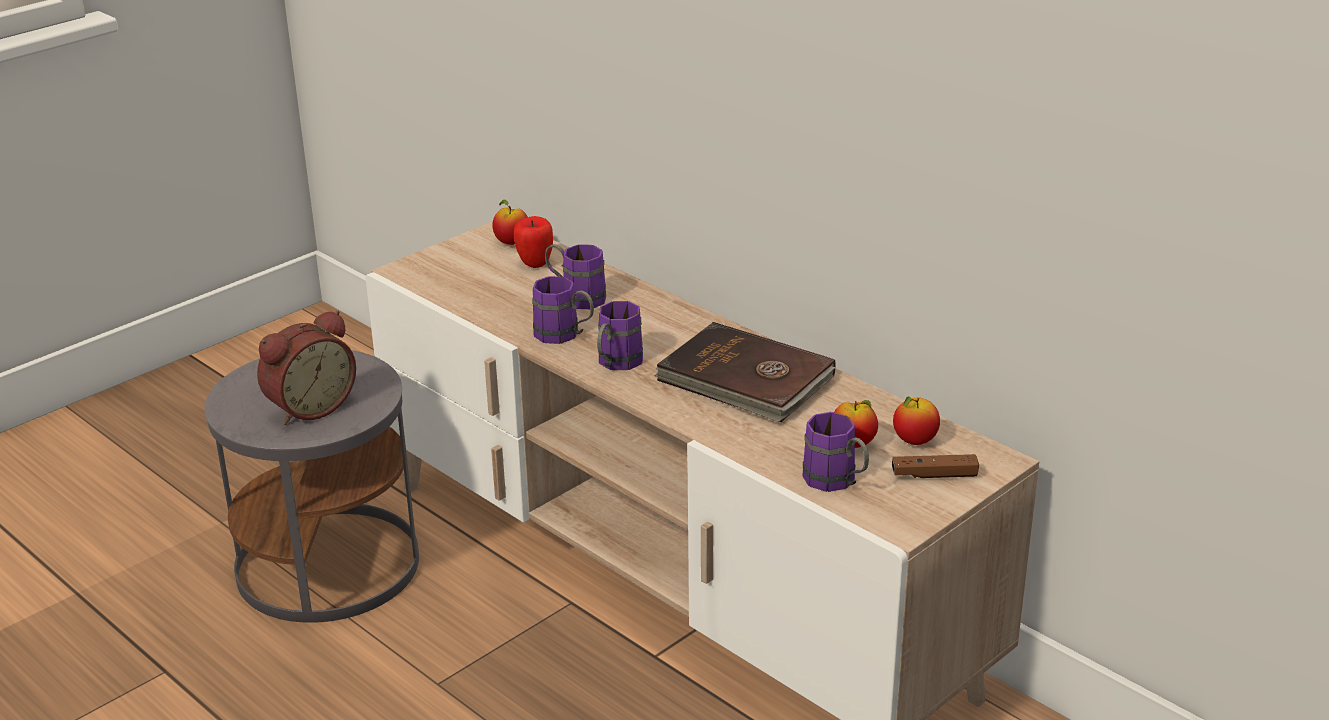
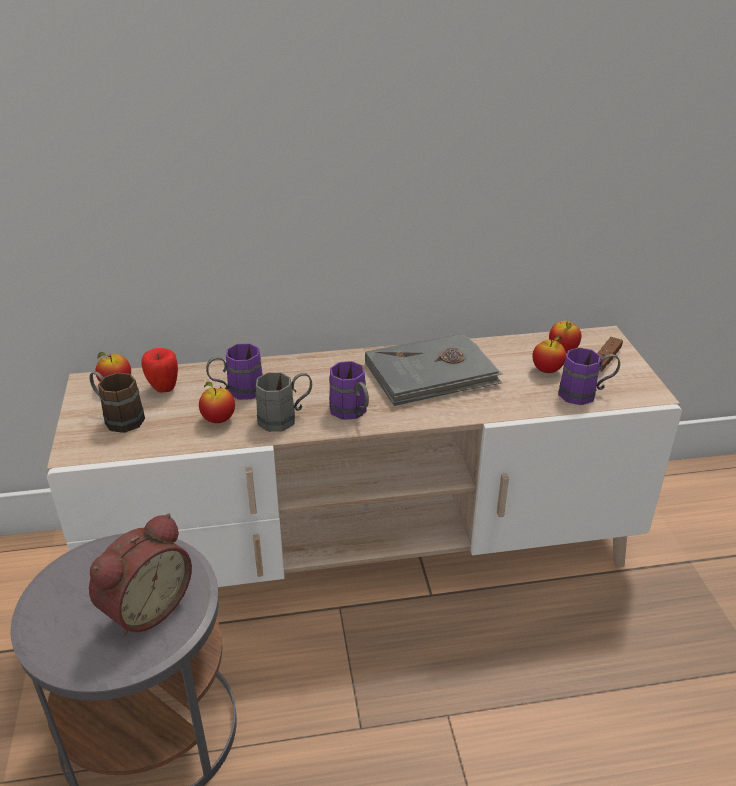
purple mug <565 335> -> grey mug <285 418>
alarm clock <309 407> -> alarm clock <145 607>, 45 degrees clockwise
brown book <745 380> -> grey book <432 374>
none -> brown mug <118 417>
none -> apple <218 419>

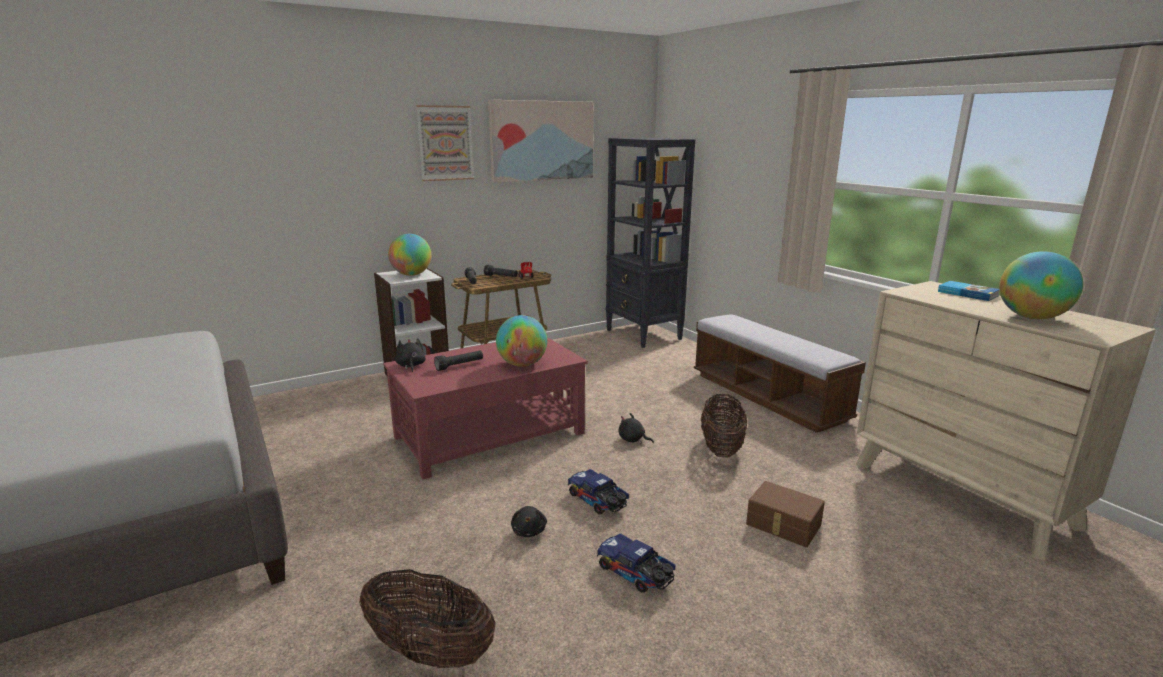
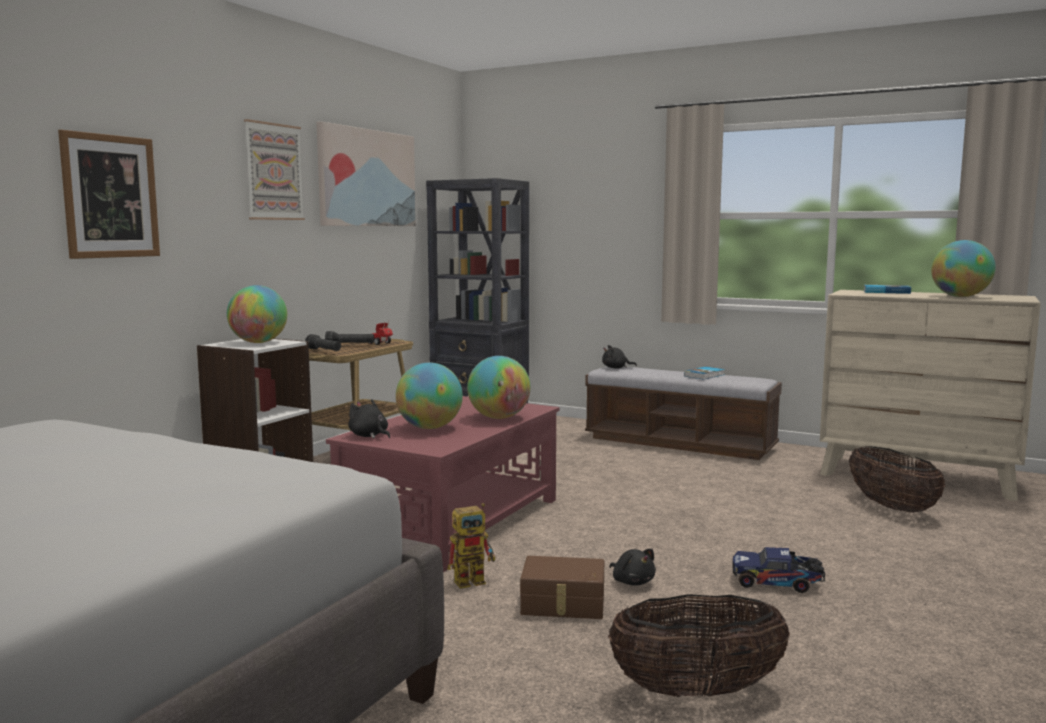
black flashlight <459 365> -> globe <430 428>
basket <721 448> -> basket <891 507>, moved
black plush toy <633 440> -> black plush toy <616 368>, moved
toy truck <598 501> -> none
brown storage box <783 525> -> brown storage box <563 604>, moved
none -> picture <110 196>
none -> book <705 375>
none -> toy robot <475 580>

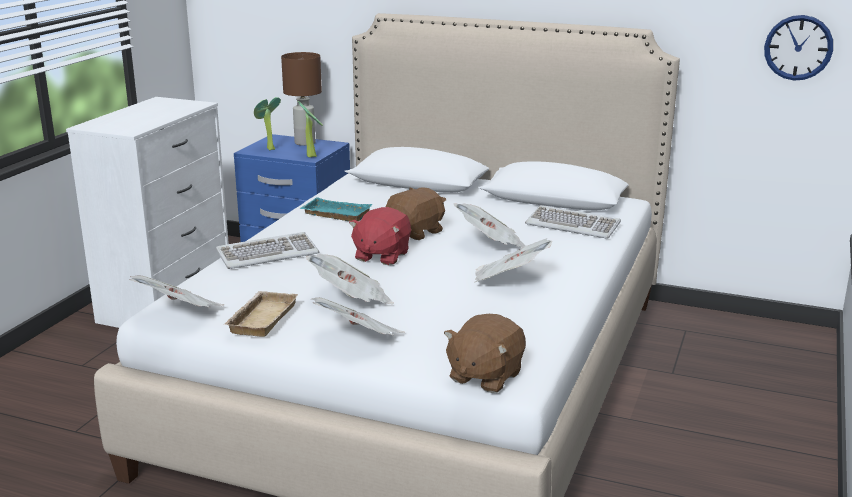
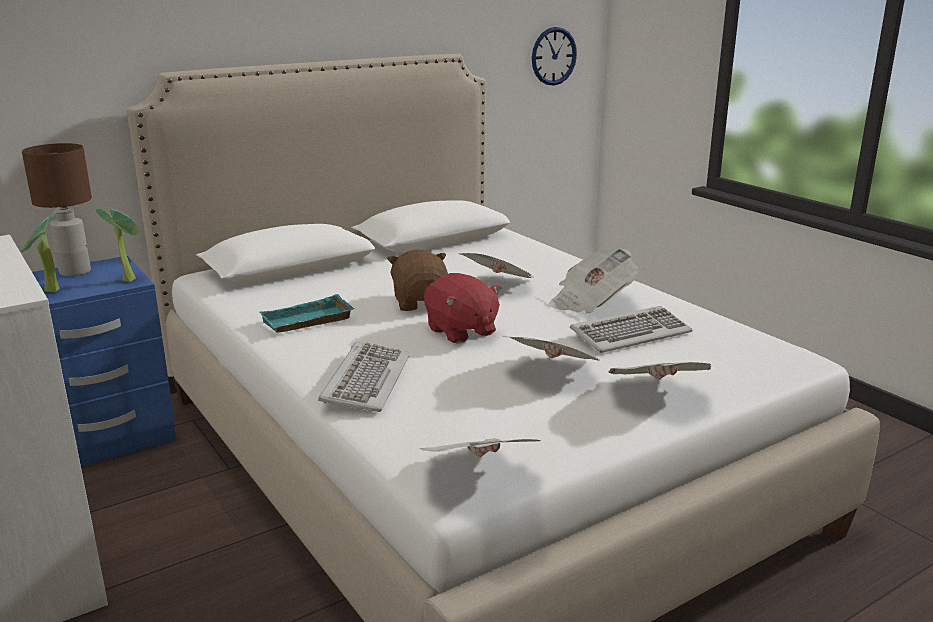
keyboard <573 225> -> keyboard <630 333>, moved
beige tray <261 318> -> none
brown plush toy <484 376> -> none

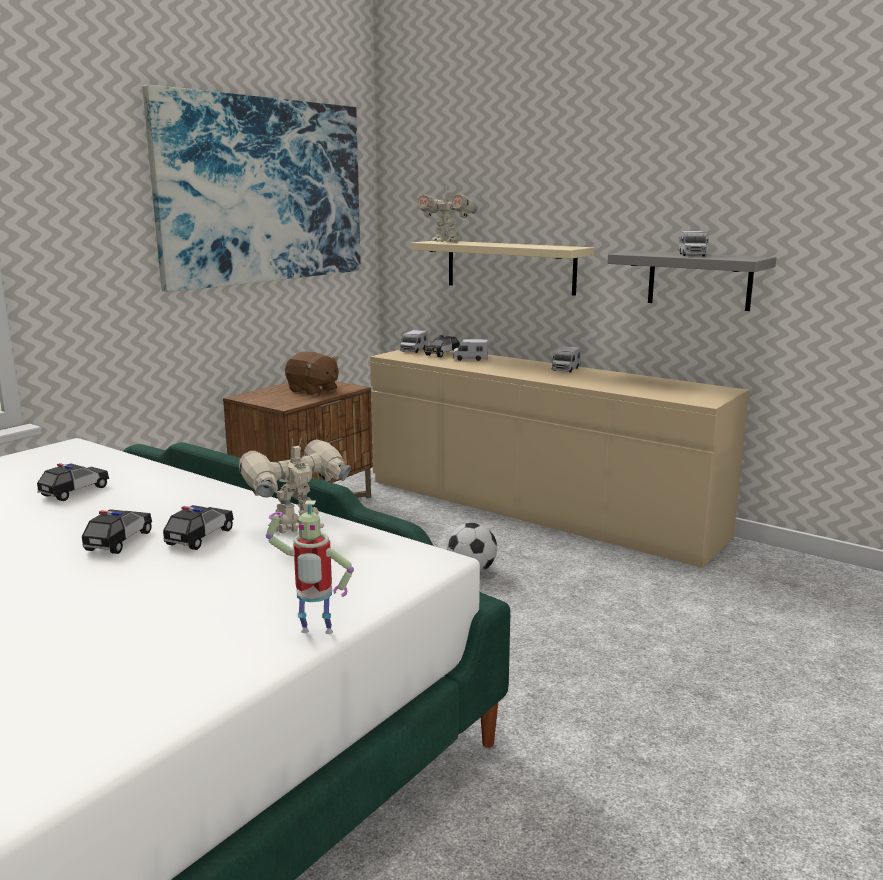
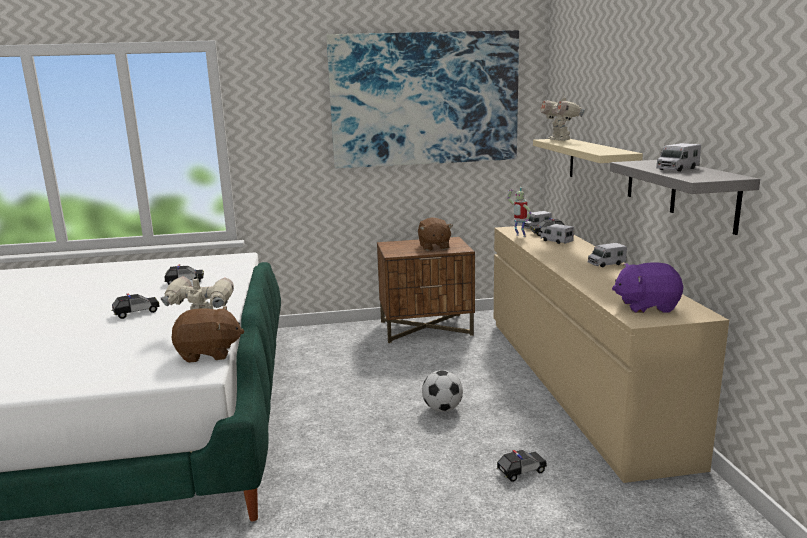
toy robot <315 634> -> toy robot <519 236>, moved
toy car <199 537> -> toy car <521 471>, moved
none -> purple plush toy <646 306>
none -> brown plush toy <208 354>

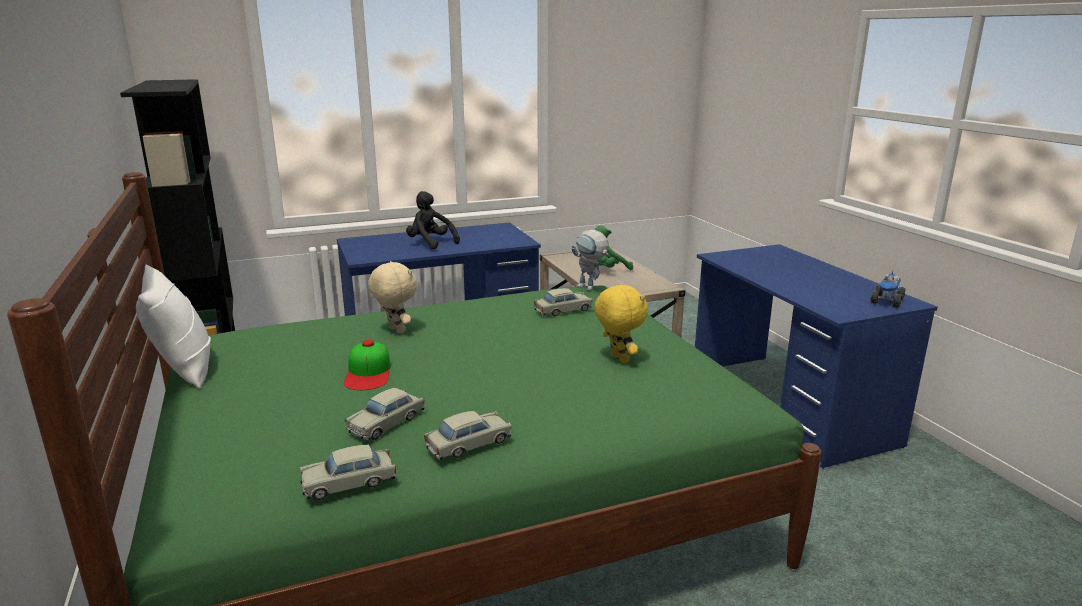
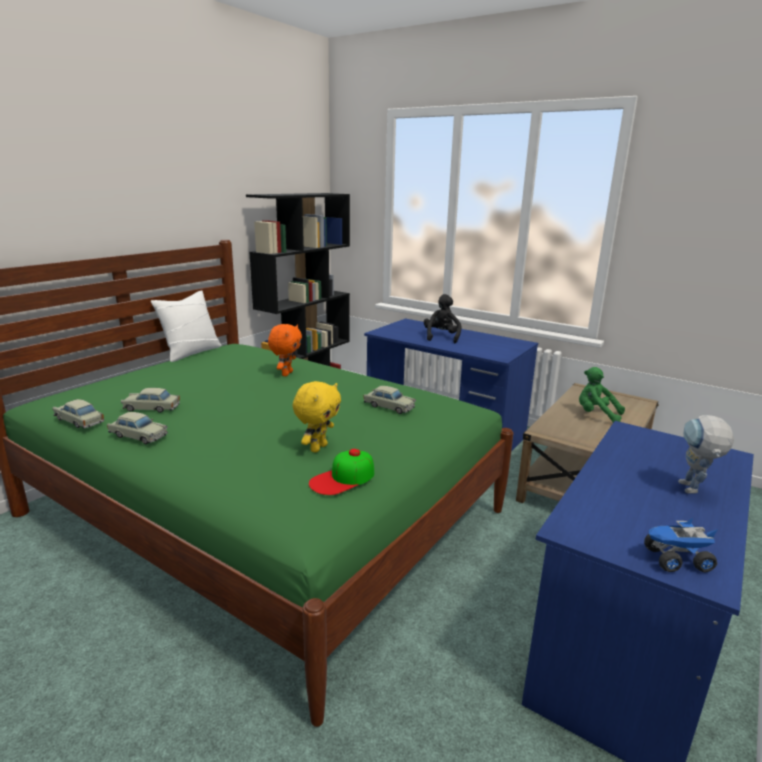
toy robot <590 288> -> toy robot <693 491>, moved
beige plush toy <395 330> -> orange plush toy <286 374>
cap <368 373> -> cap <342 478>, moved

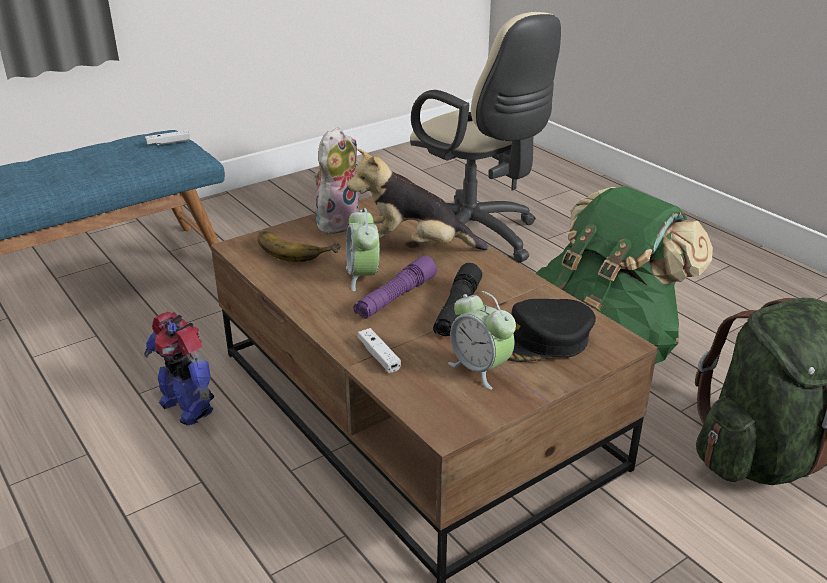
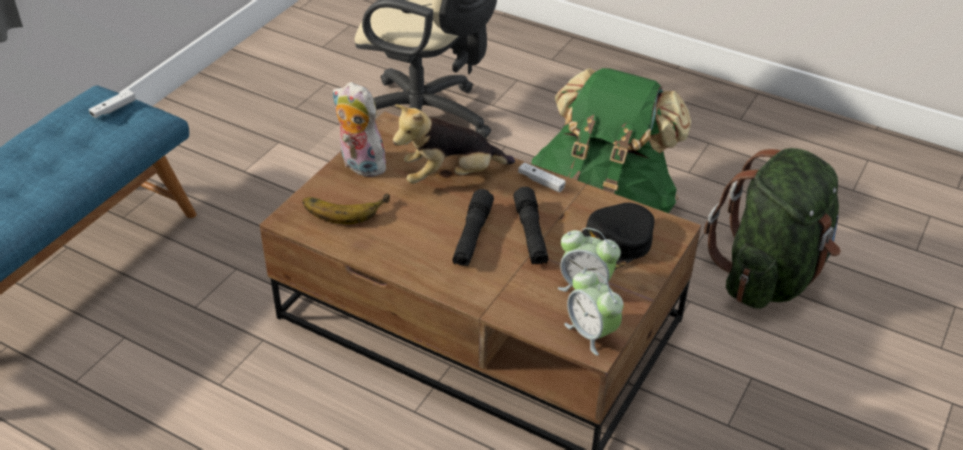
plush toy <337 222> -> plush toy <359 165>, 60 degrees counterclockwise
alarm clock <363 277> -> alarm clock <591 333>, moved
purple flashlight <395 298> -> black flashlight <472 236>
toy robot <187 406> -> none
white game controller <379 356> -> white game controller <541 182>, moved

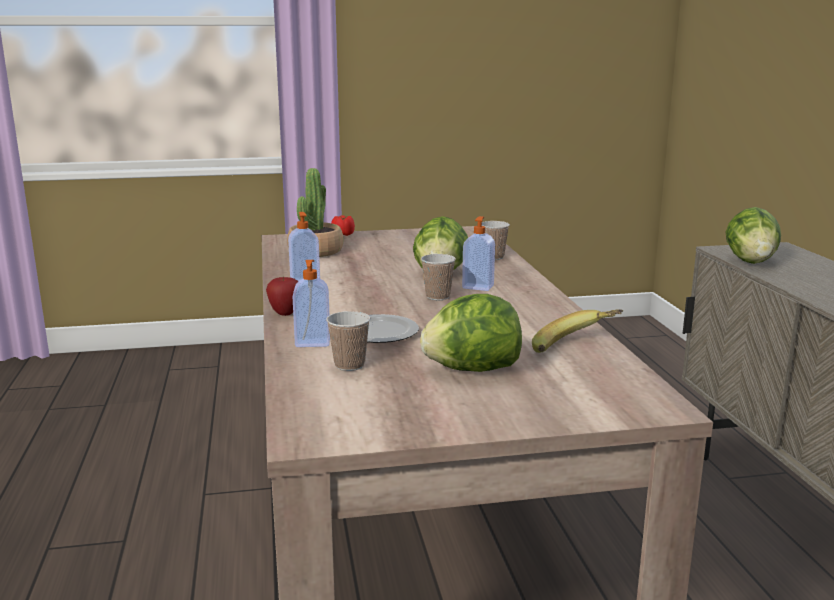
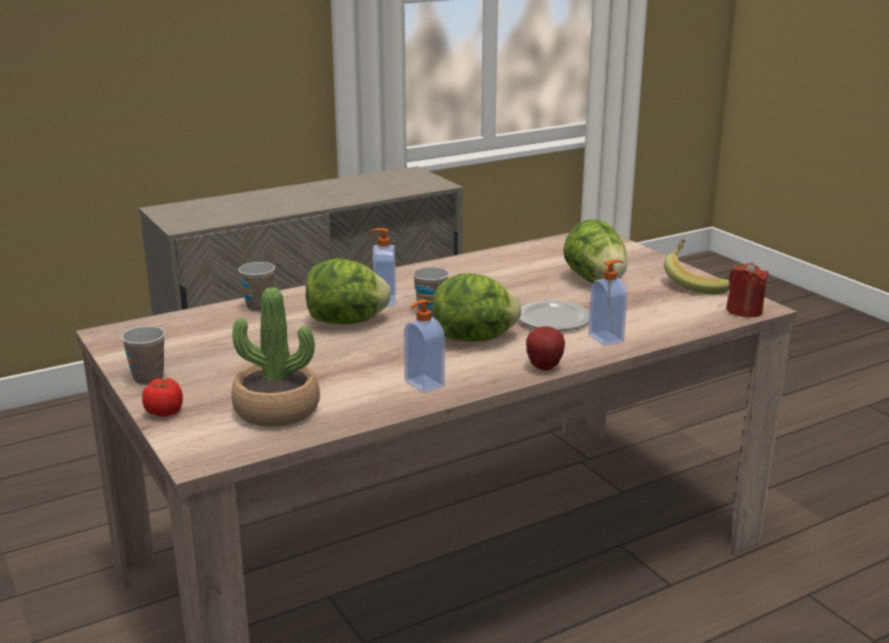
lettuce <751 261> -> lettuce <475 339>, moved
banana <575 349> -> banana <696 283>, moved
cup <349 365> -> cup <148 378>, moved
none -> red candle <744 311>

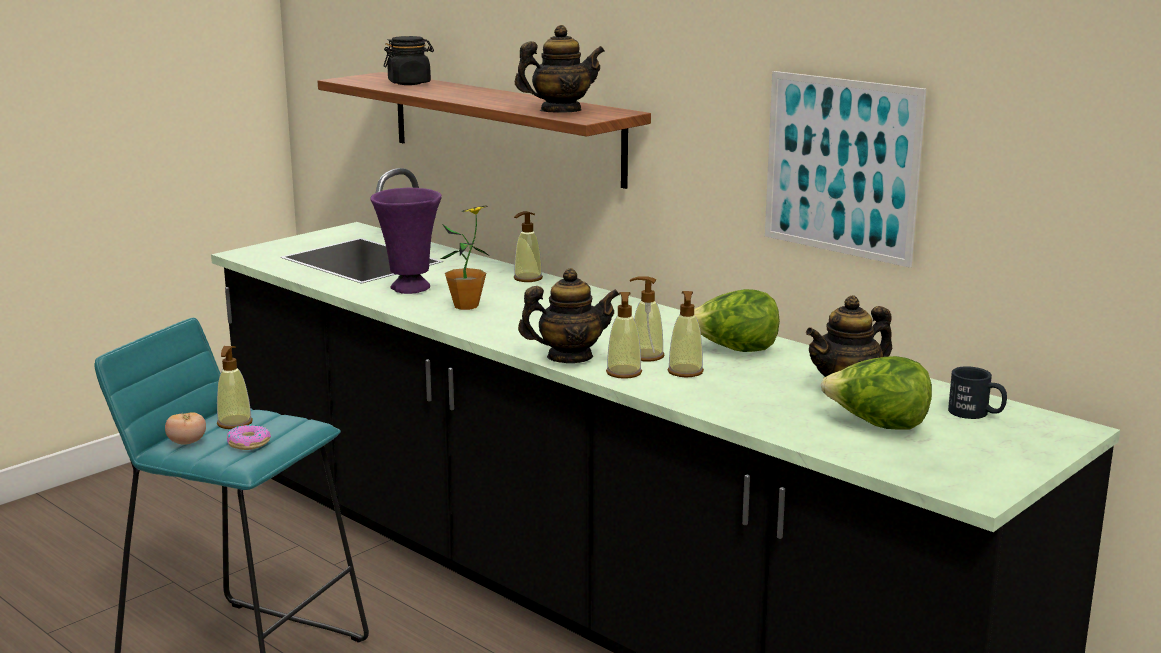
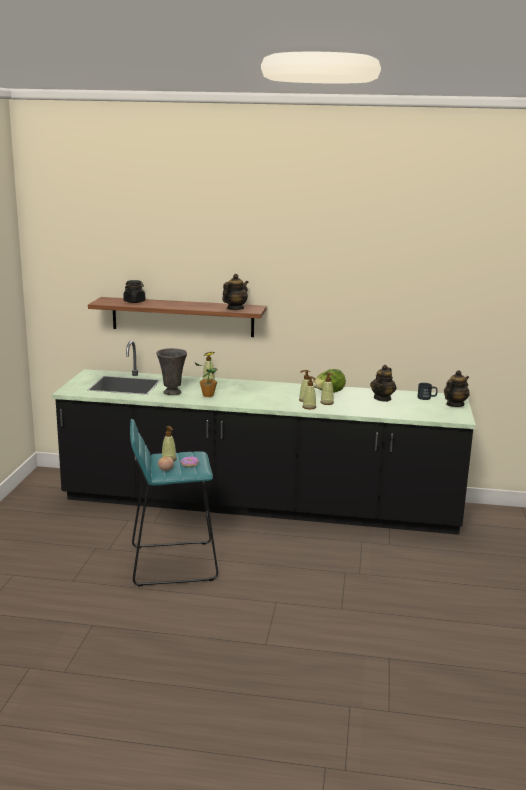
picture <841 166> -> none
purple vase <410 289> -> grey vase <172 393>
teapot <569 357> -> teapot <454 405>, moved
lettuce <877 425> -> none

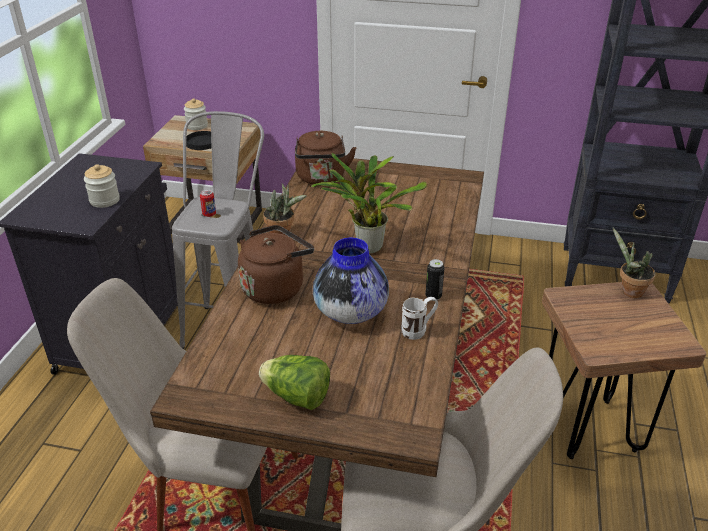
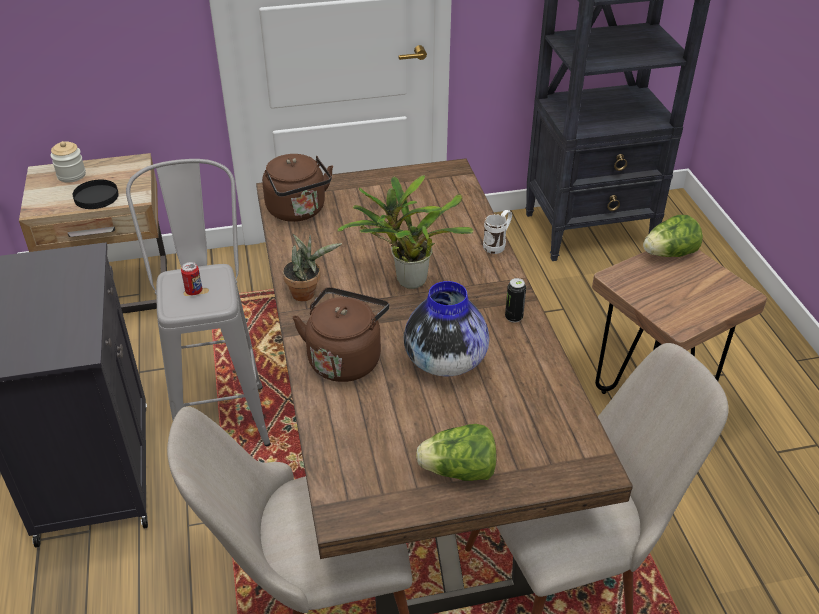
jar <105 200> -> none
potted plant <628 291> -> lettuce <669 254>
white mug <418 330> -> white mug <497 245>, moved

